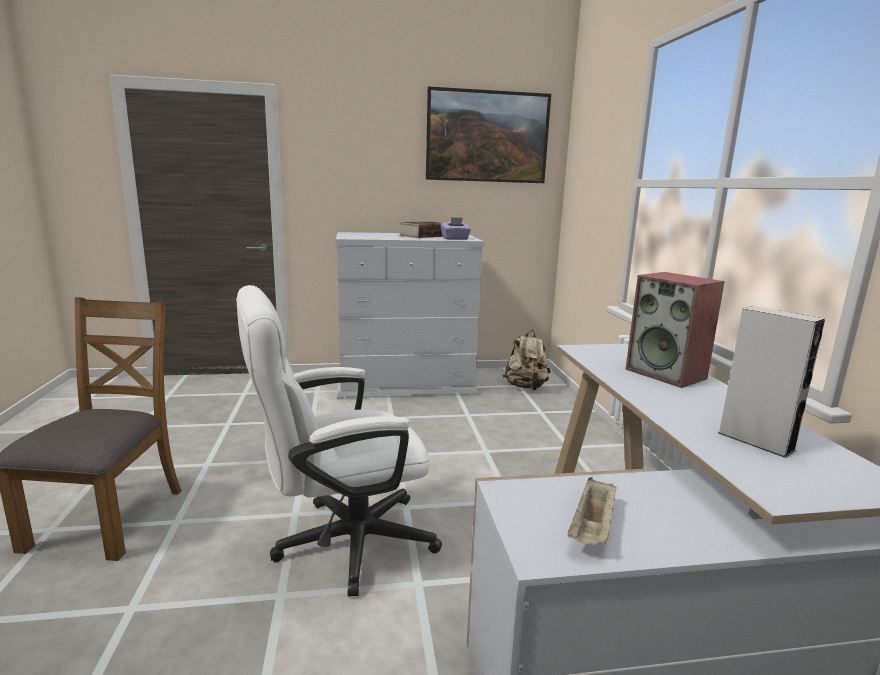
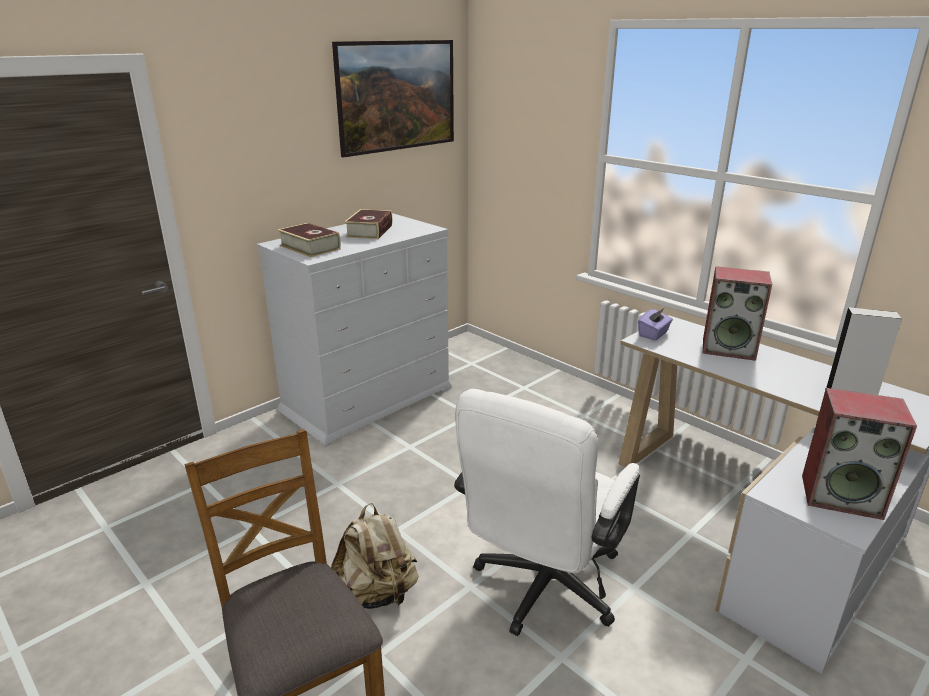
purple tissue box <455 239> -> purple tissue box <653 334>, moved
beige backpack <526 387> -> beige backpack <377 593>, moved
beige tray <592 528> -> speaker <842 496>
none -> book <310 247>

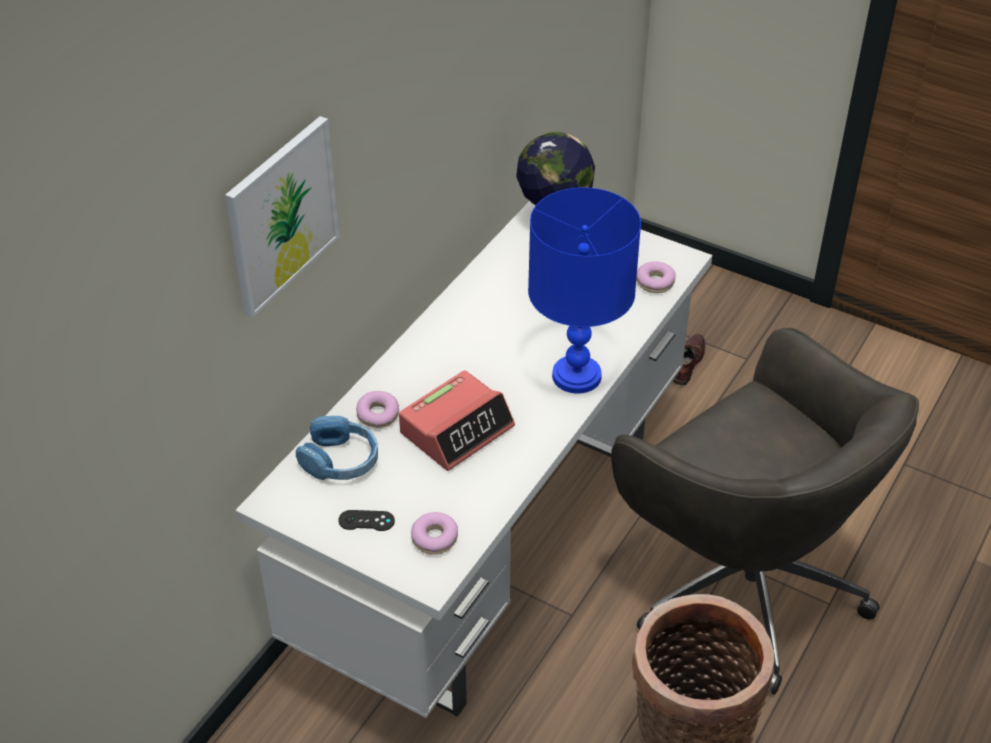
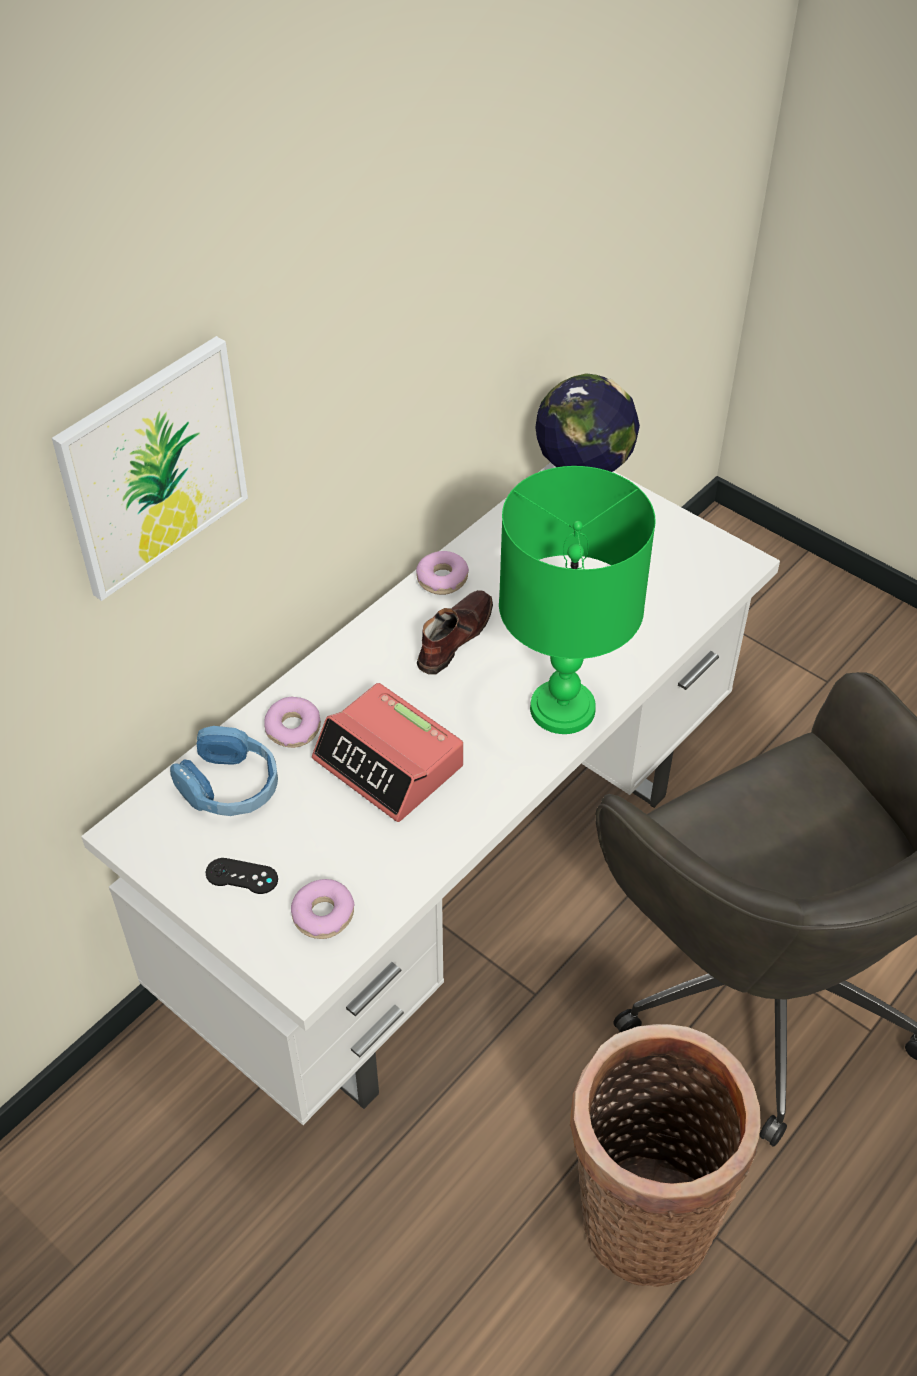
blue table lamp <577 376> -> green table lamp <563 710>
donut <655 282> -> donut <442 579>, moved
brown shoe <687 363> -> brown shoe <453 637>, moved
alarm clock <457 429> -> alarm clock <389 763>, 75 degrees clockwise

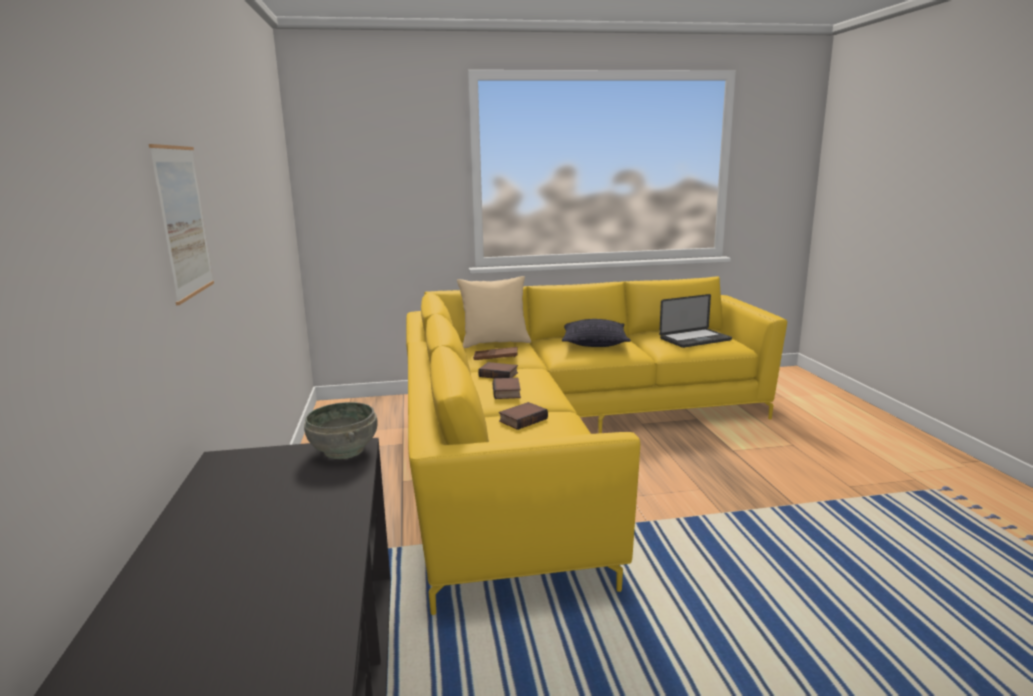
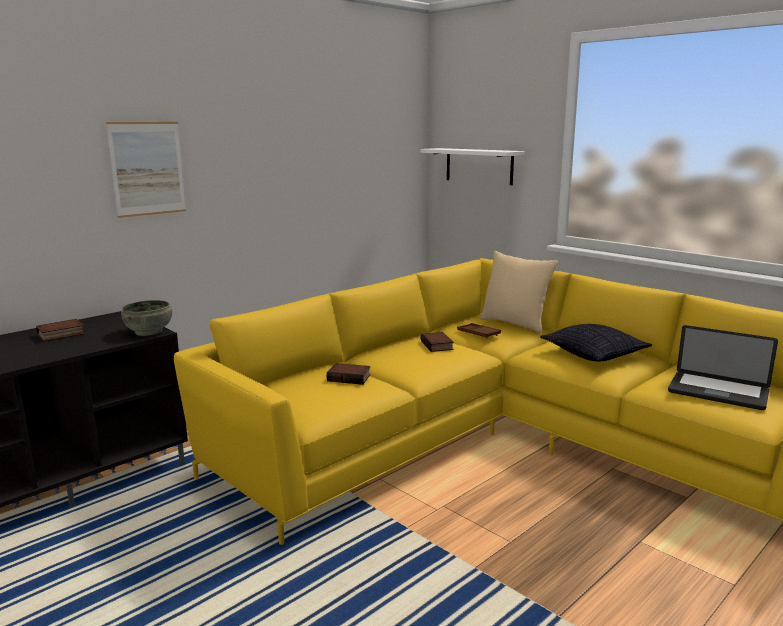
book <507 392> -> book <61 335>, moved
none -> white shelf <479 166>

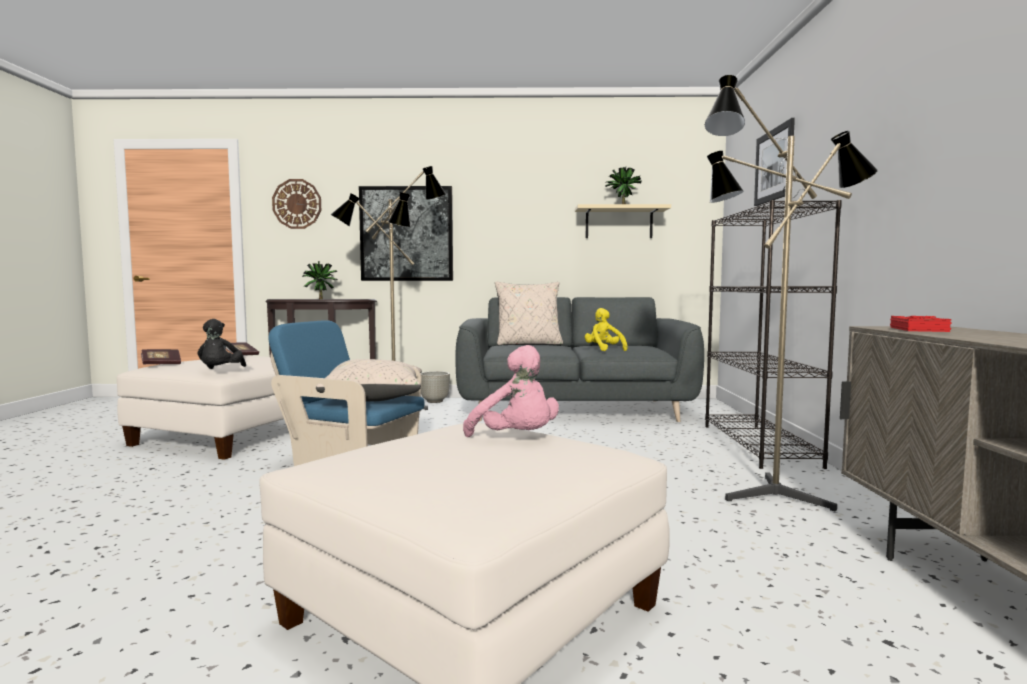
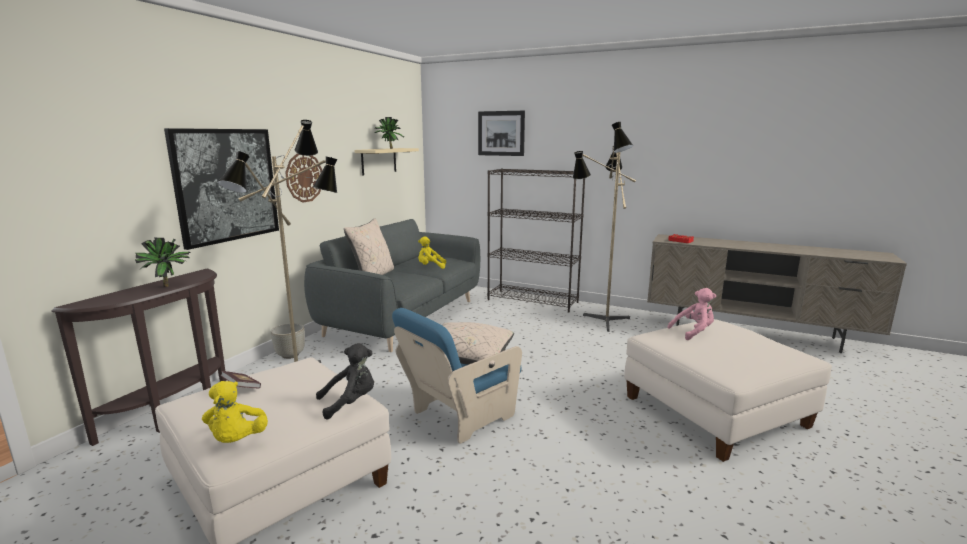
wall clock <297 204> -> wall clock <304 177>, moved
black plush toy <220 371> -> black plush toy <350 402>, 45 degrees counterclockwise
book <161 364> -> yellow plush toy <237 440>

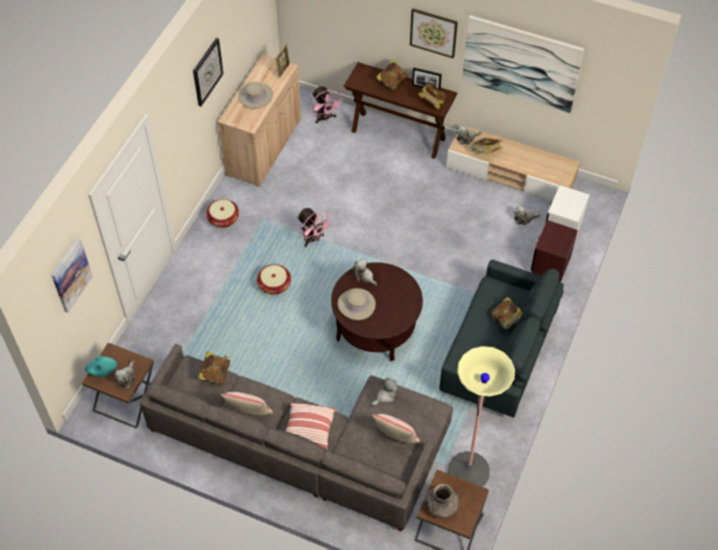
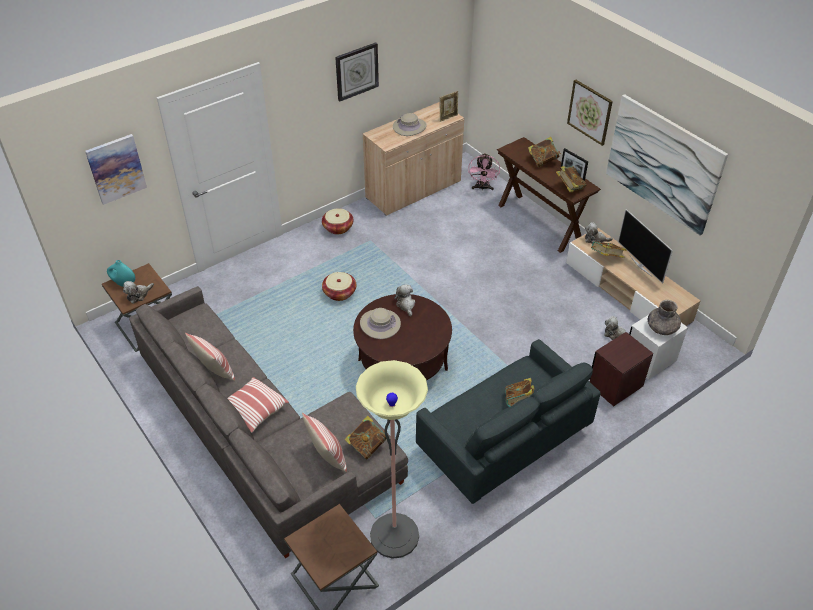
pink fan <313 239> -> none
book <215 374> -> book <367 445>, moved
plush toy <385 395> -> none
grey vase <441 506> -> grey vase <662 328>, moved
none -> television <641 265>

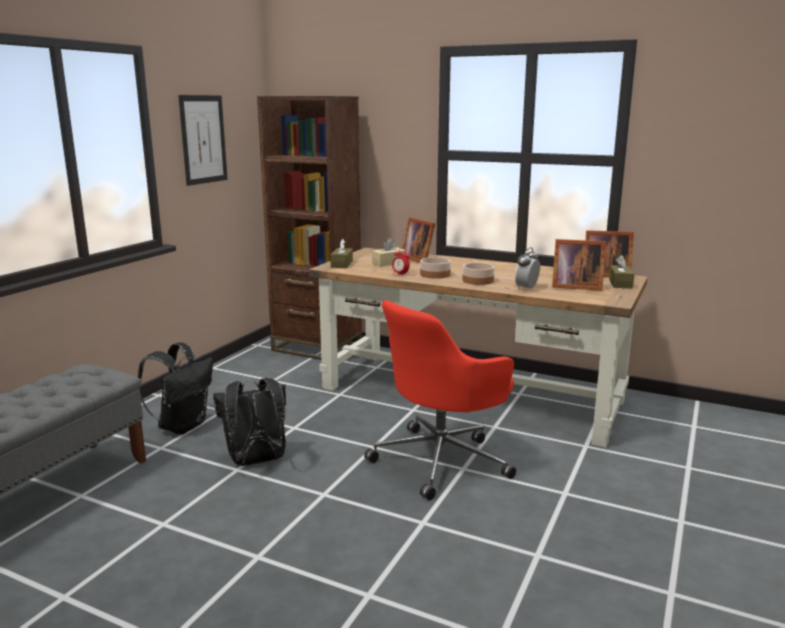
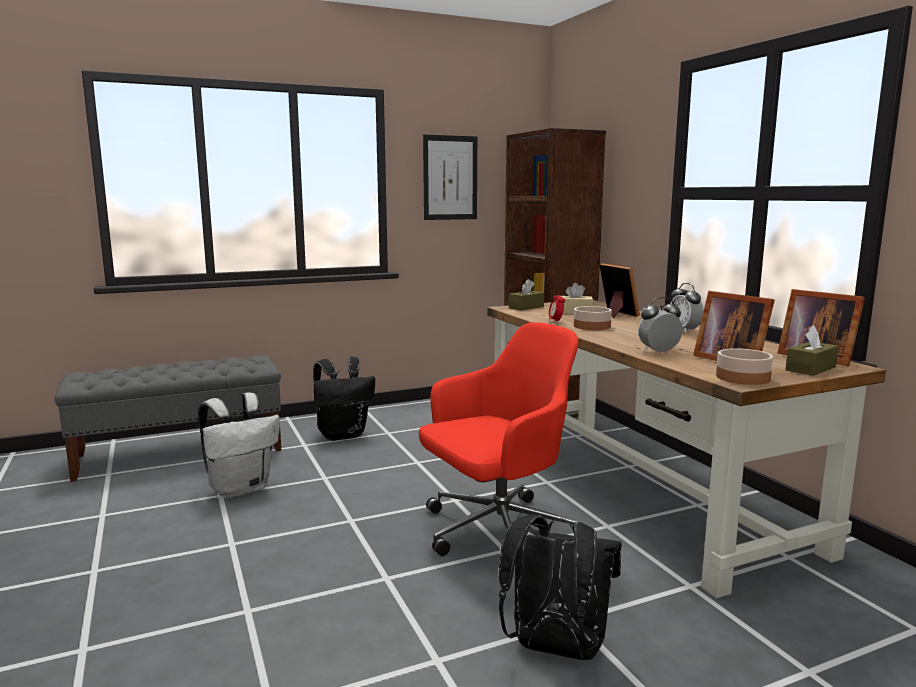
picture frame <418 259> -> picture frame <615 313>, 150 degrees clockwise
bowl <478 280> -> bowl <743 378>, moved
red office chair <442 460> -> red office chair <498 534>, 150 degrees clockwise
black backpack <256 461> -> black backpack <554 649>, moved
none -> alarm clock <684 331>
none -> white backpack <241 489>

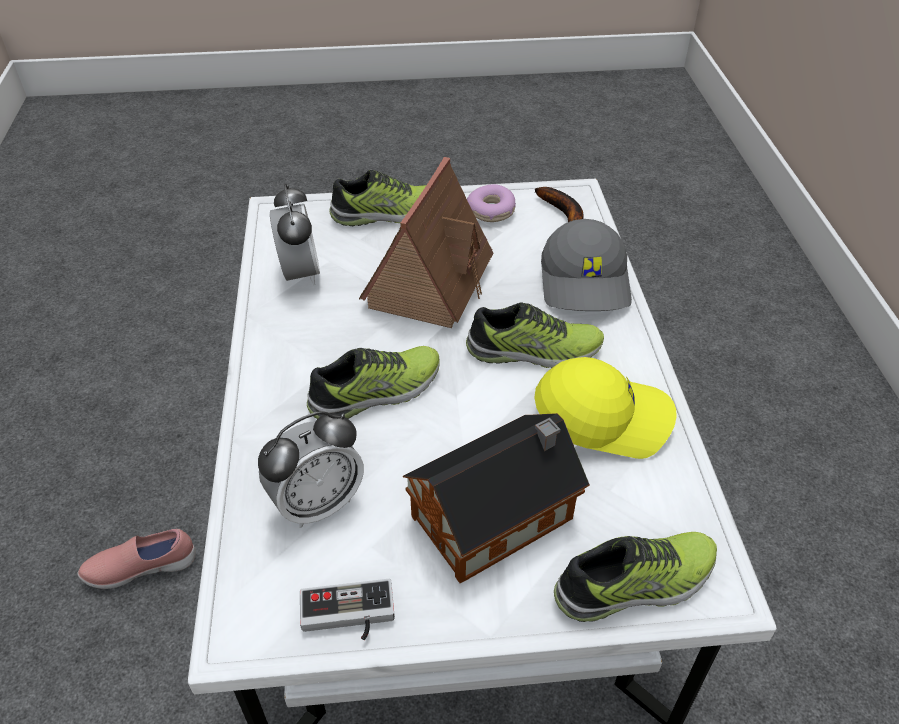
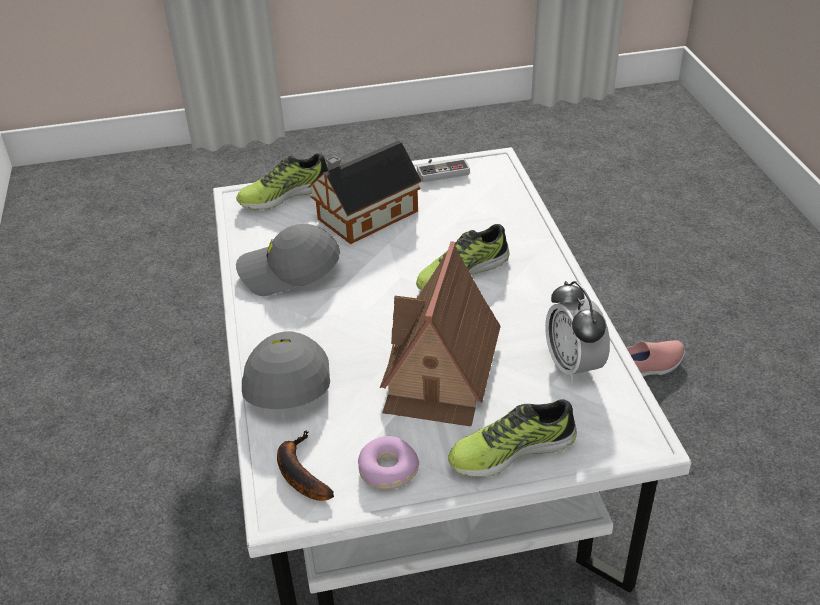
shoe <533 351> -> none
yellow cap <603 416> -> grey cap <289 272>
alarm clock <317 503> -> none

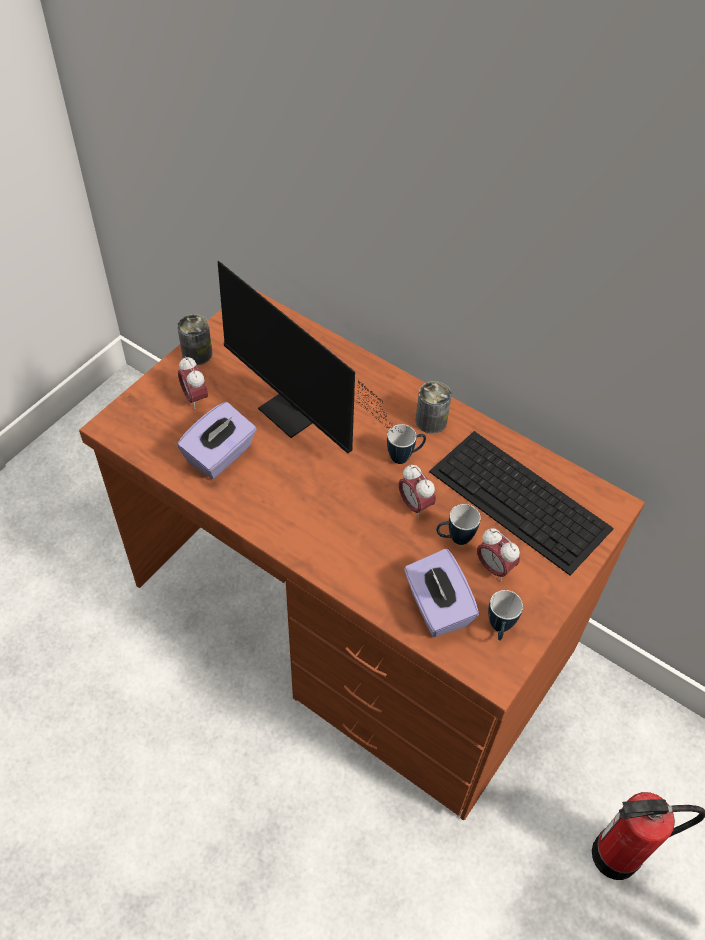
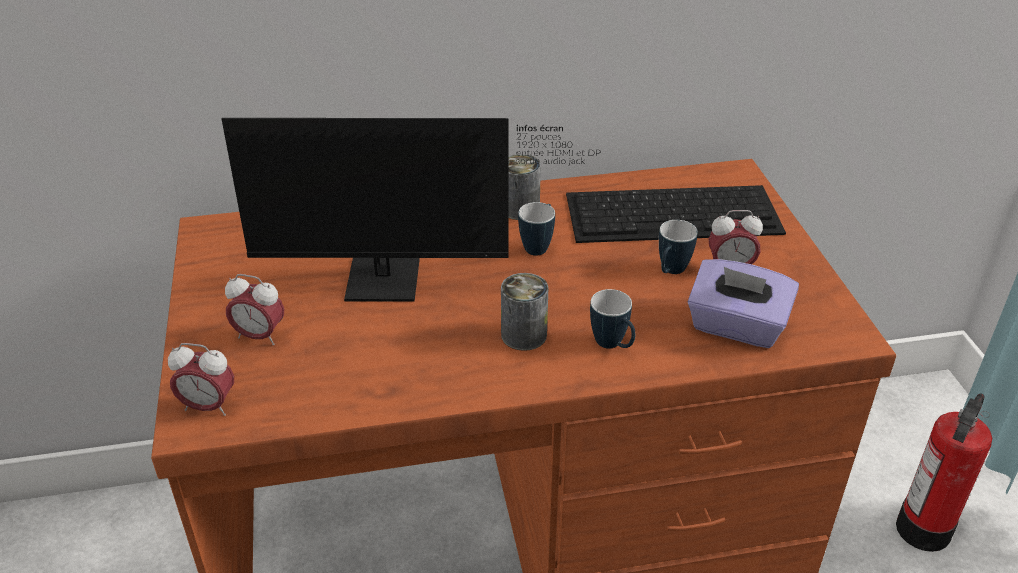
can <197 353> -> can <524 335>, moved
purple tissue box <220 455> -> none
alarm clock <414 505> -> alarm clock <208 406>, moved
mug <499 629> -> mug <613 346>, moved

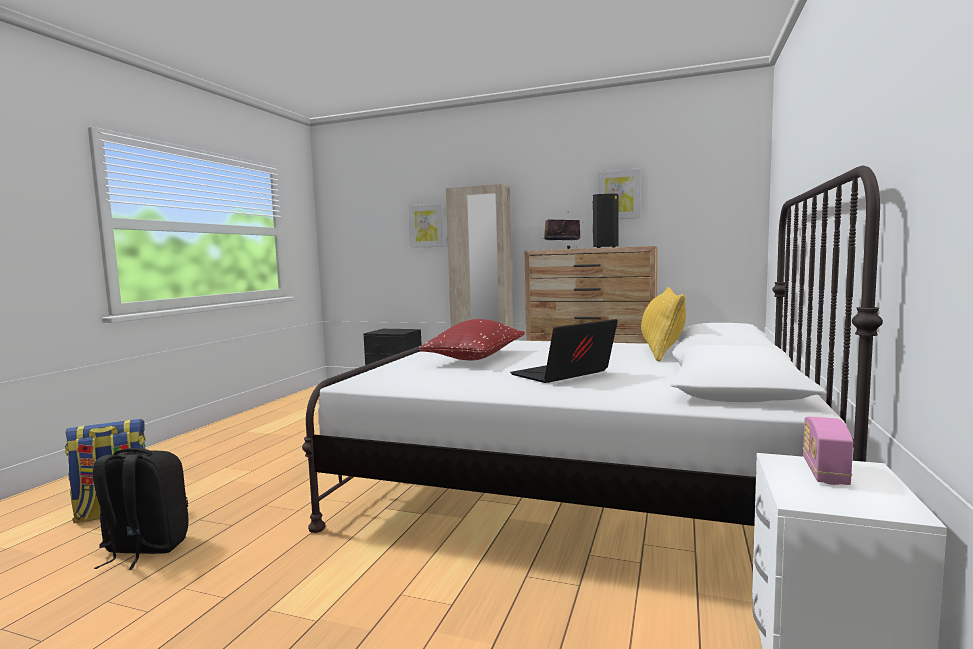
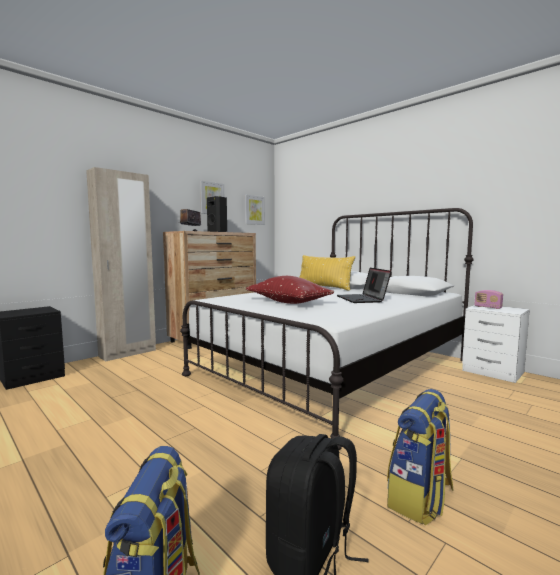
picture <427 226> -> picture <254 210>, moved
none -> backpack <420 498>

